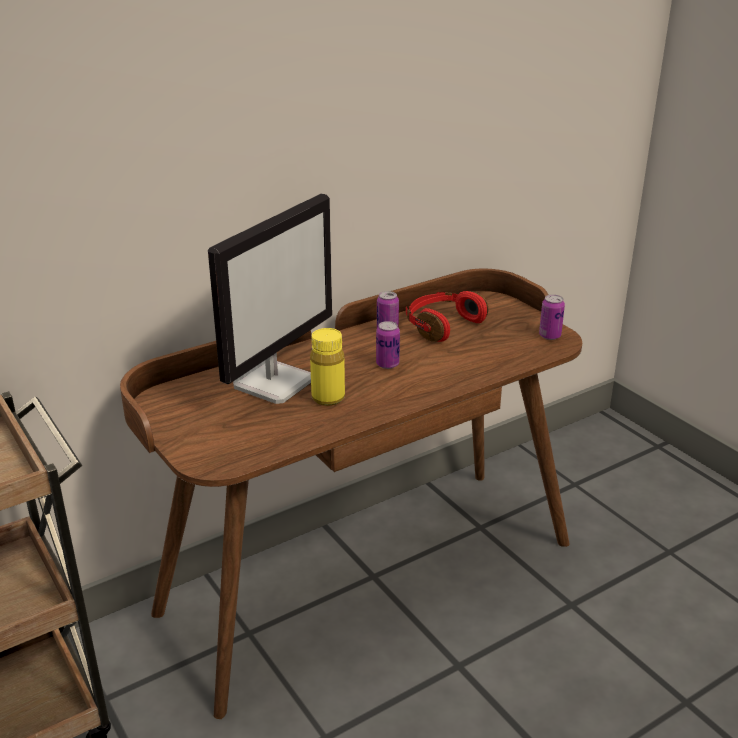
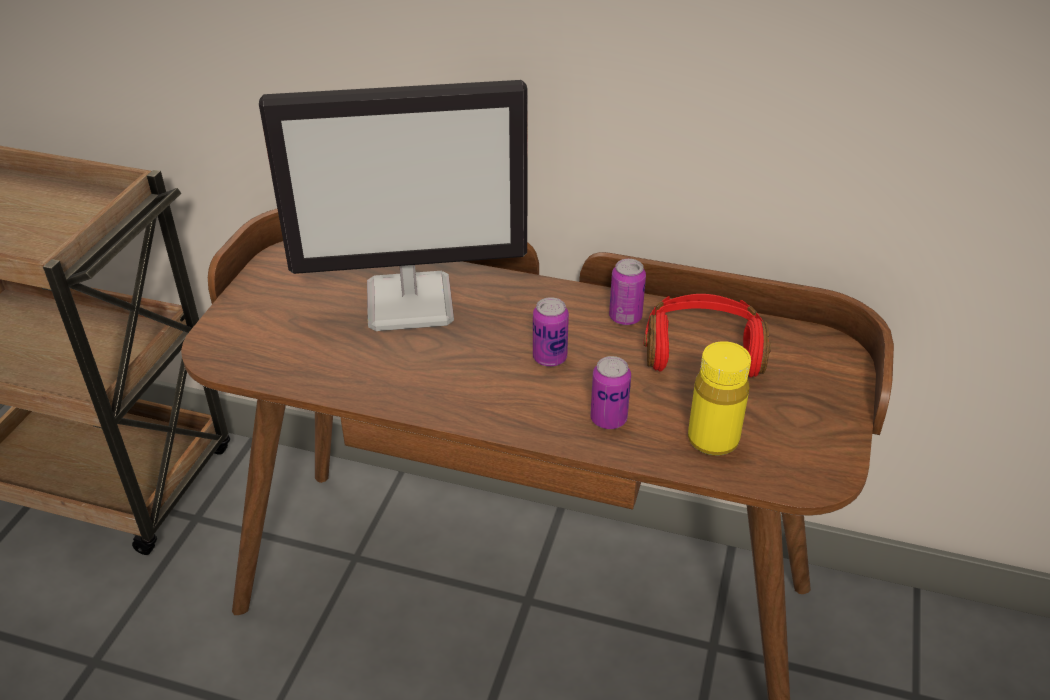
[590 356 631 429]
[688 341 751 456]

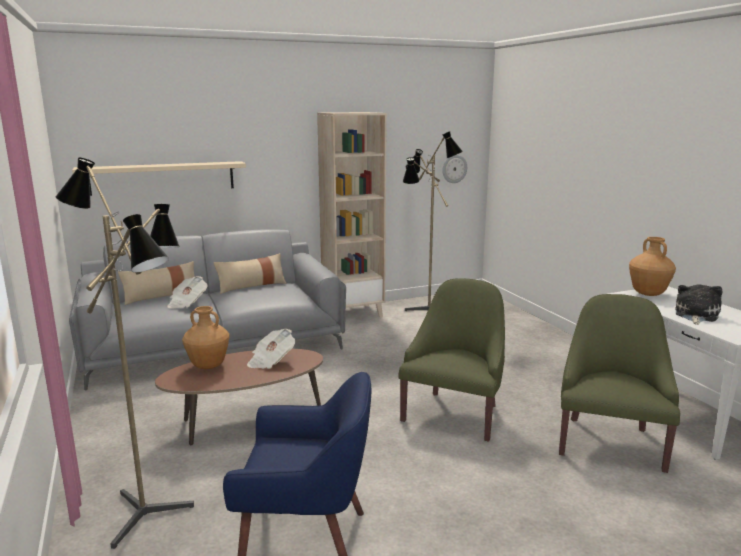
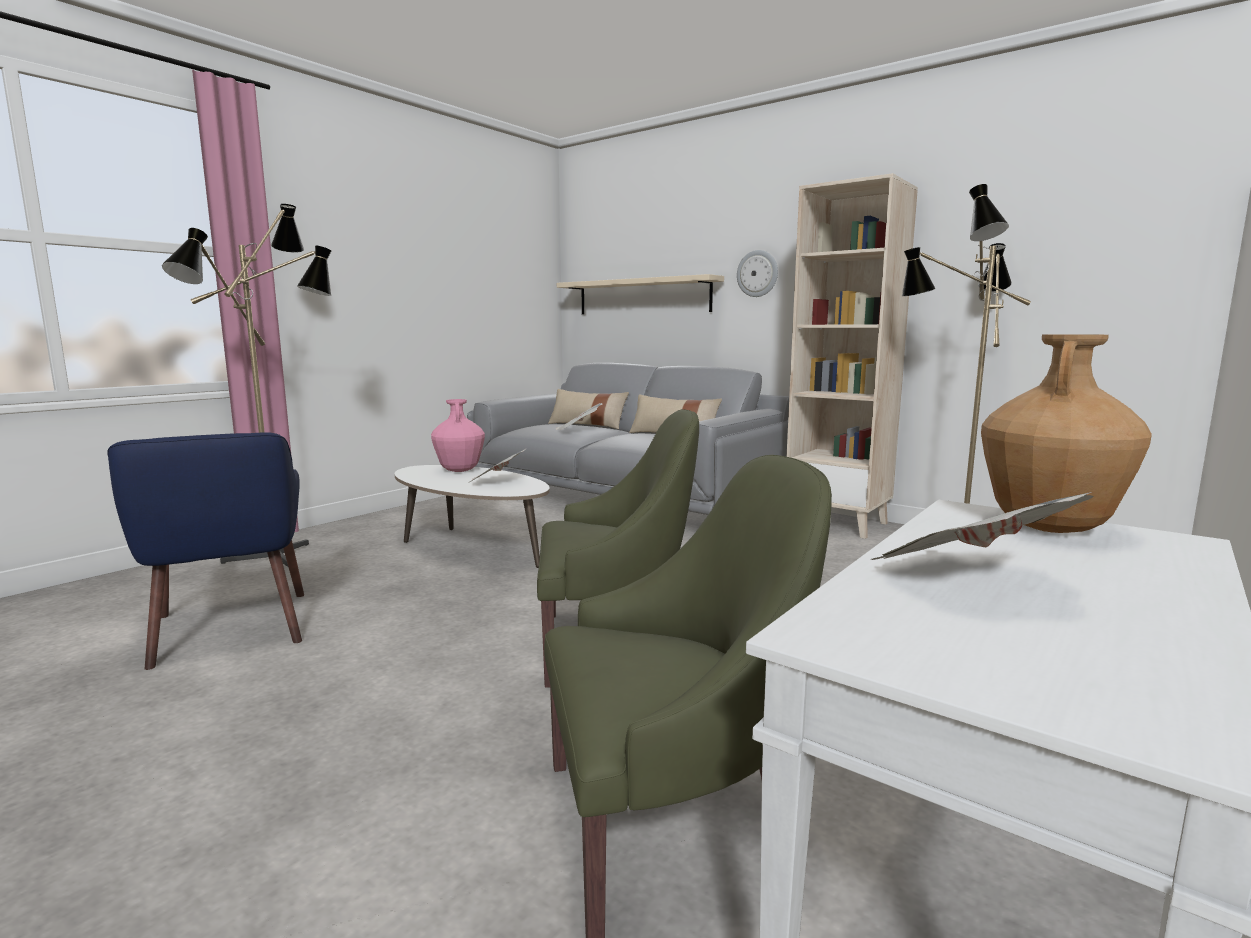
[737 250 778 297]
[870 492 1094 560]
[431 399 485 472]
[395 465 550 568]

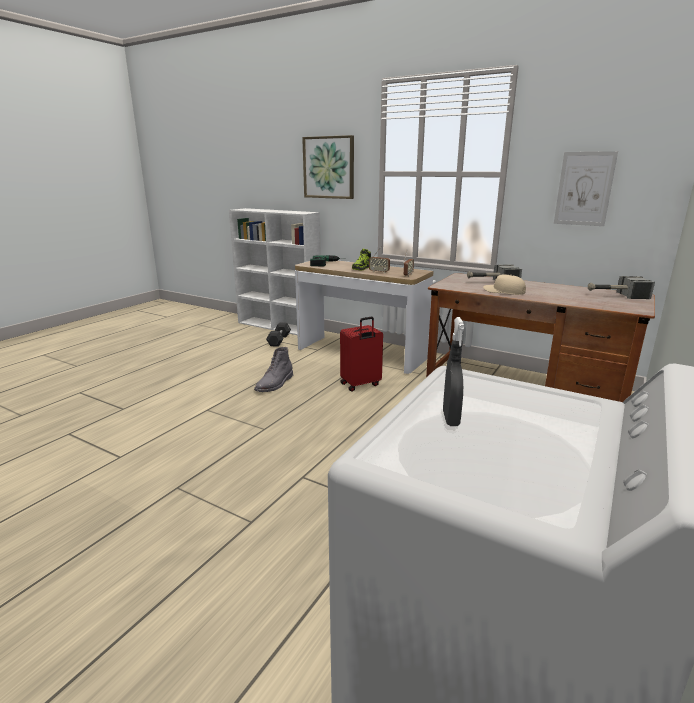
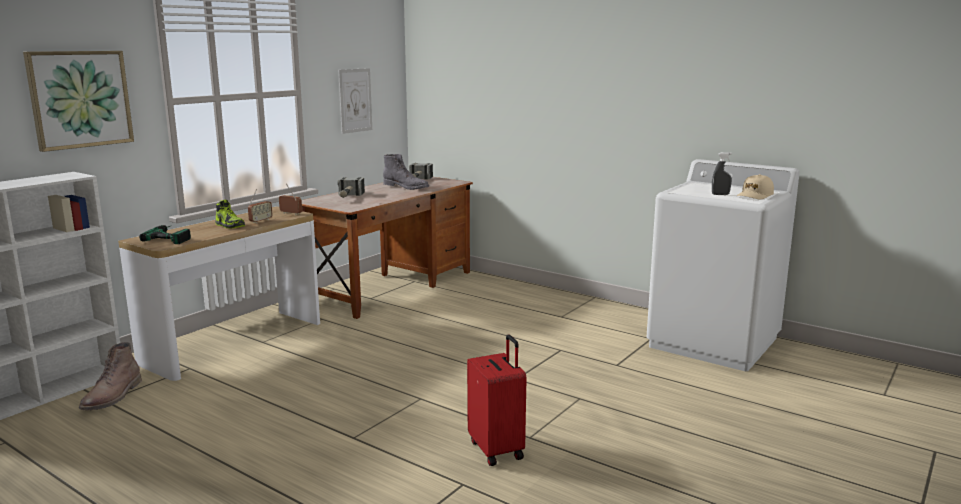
[737 174 774 199]
[467 335 527 466]
[79 342 142 411]
[383 154 429 190]

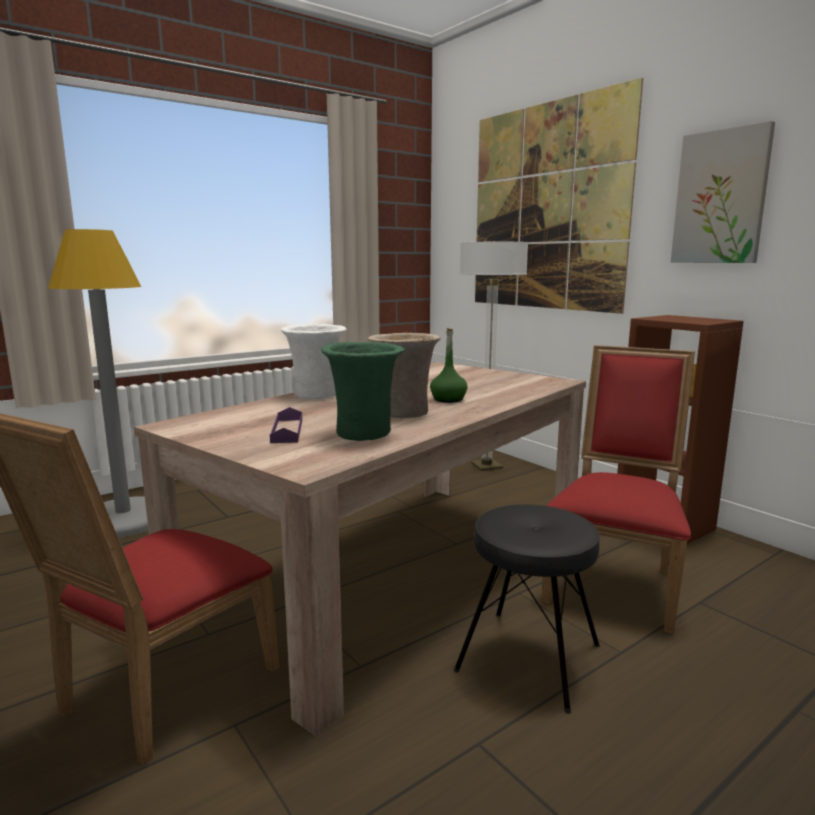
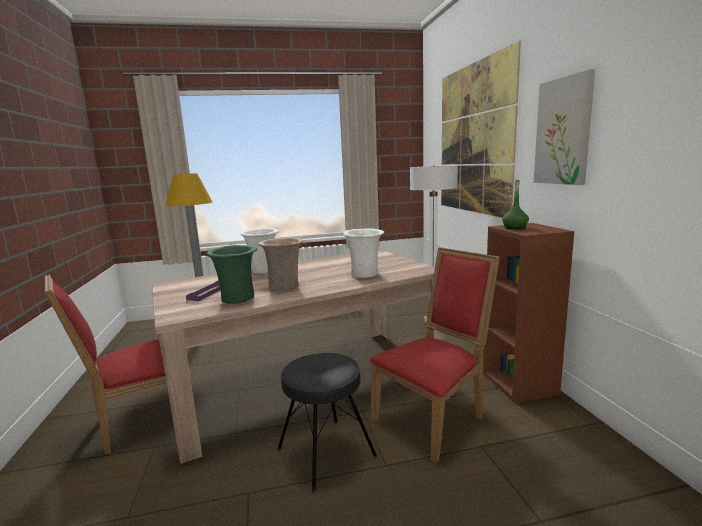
[502 180 529 229]
[343 229 384 278]

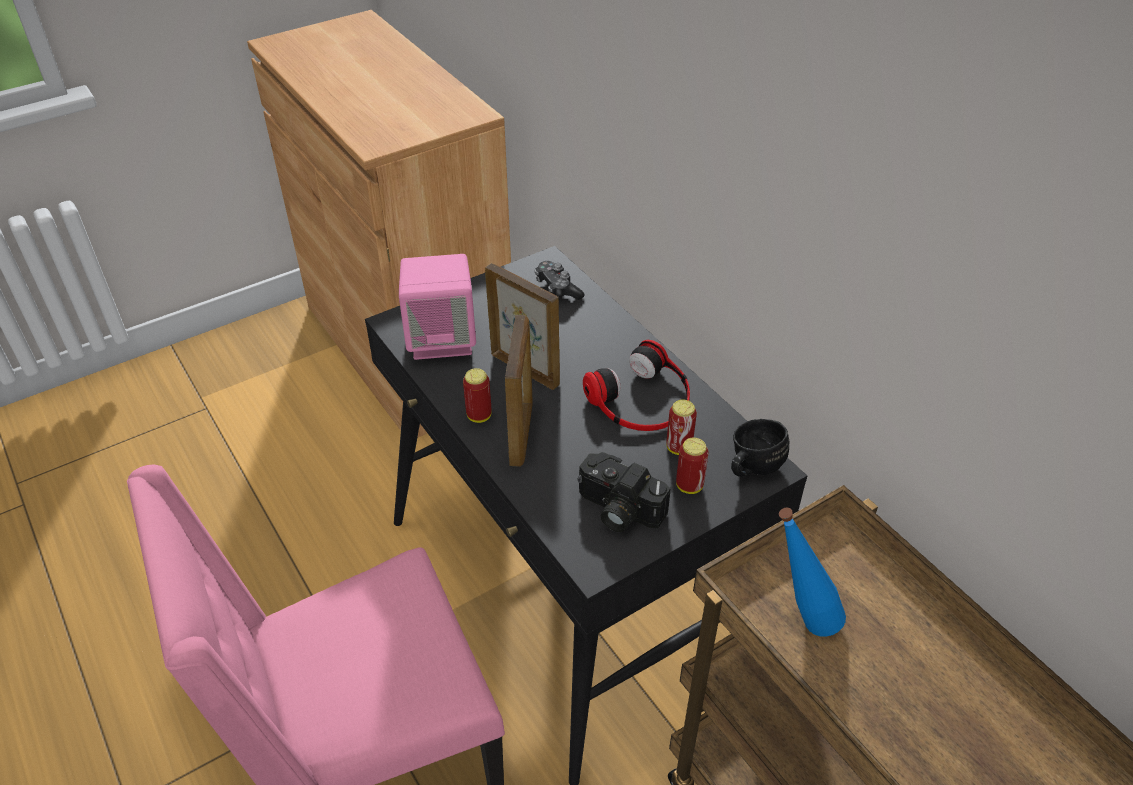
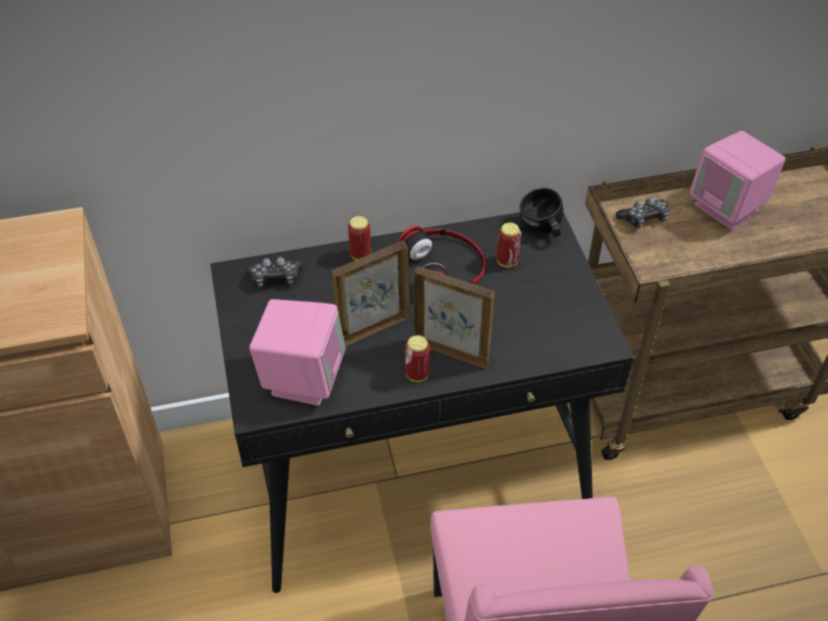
[348 216 371 260]
[577 452 671 532] (first image)
[779 508 846 637] (first image)
[689 131 785 230]
[616 197 669 229]

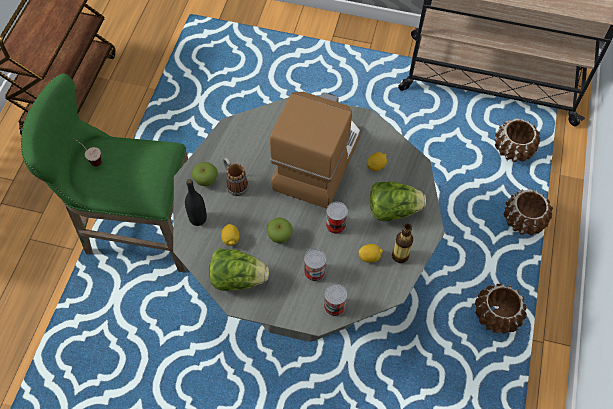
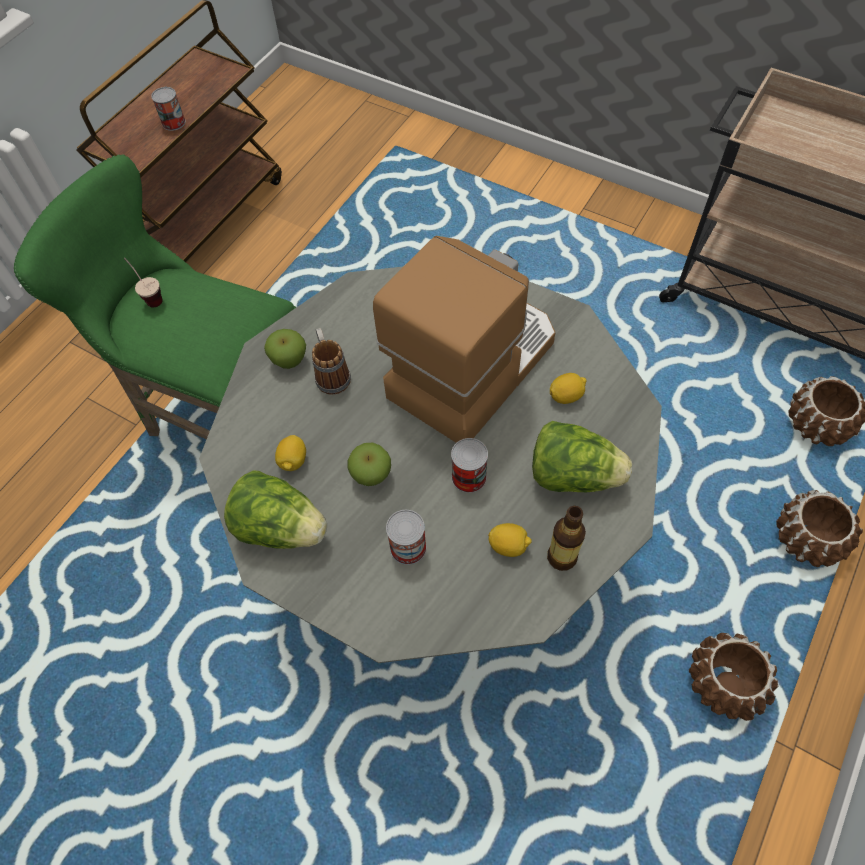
[185 179 207 226] (first image)
[151 87 186 131]

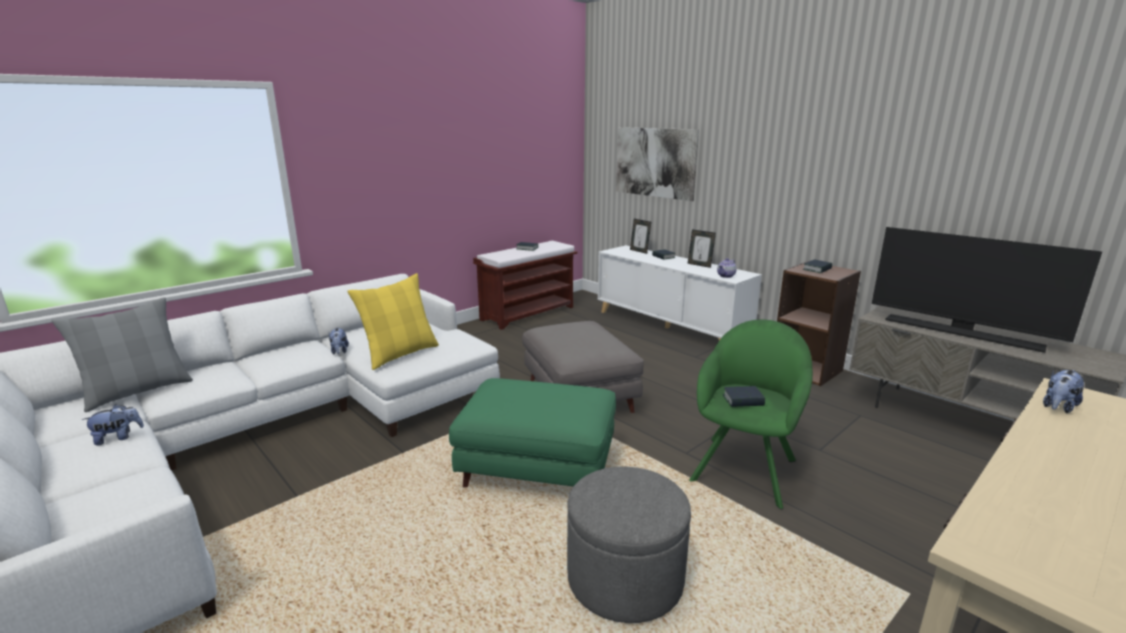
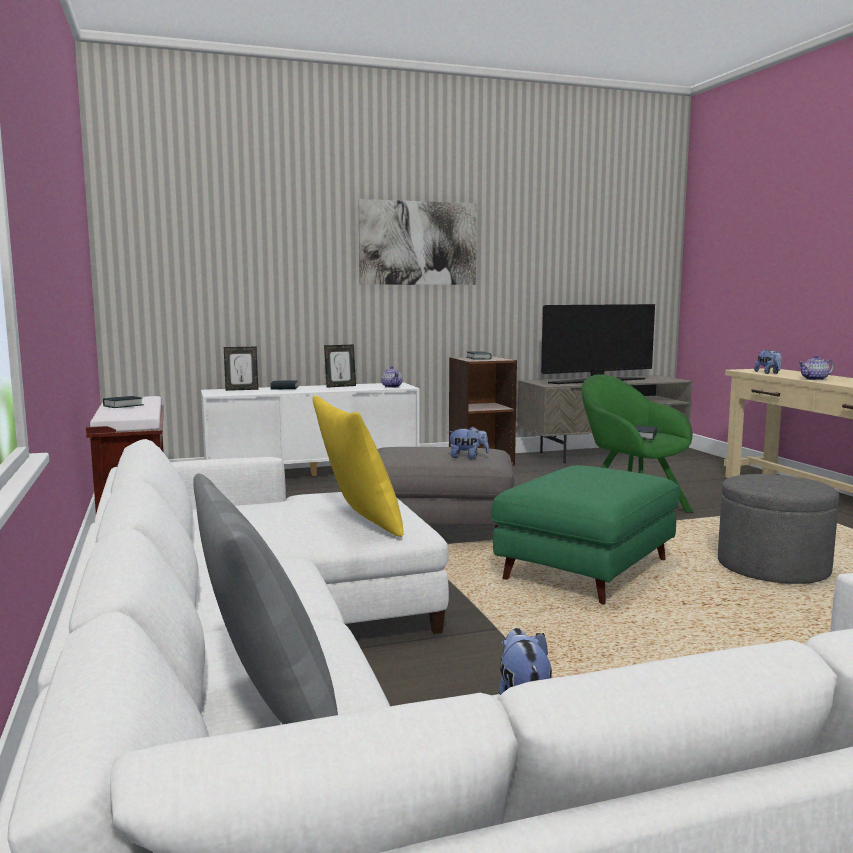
[358 199 477 285]
[448 426 489 459]
[798 355 834 380]

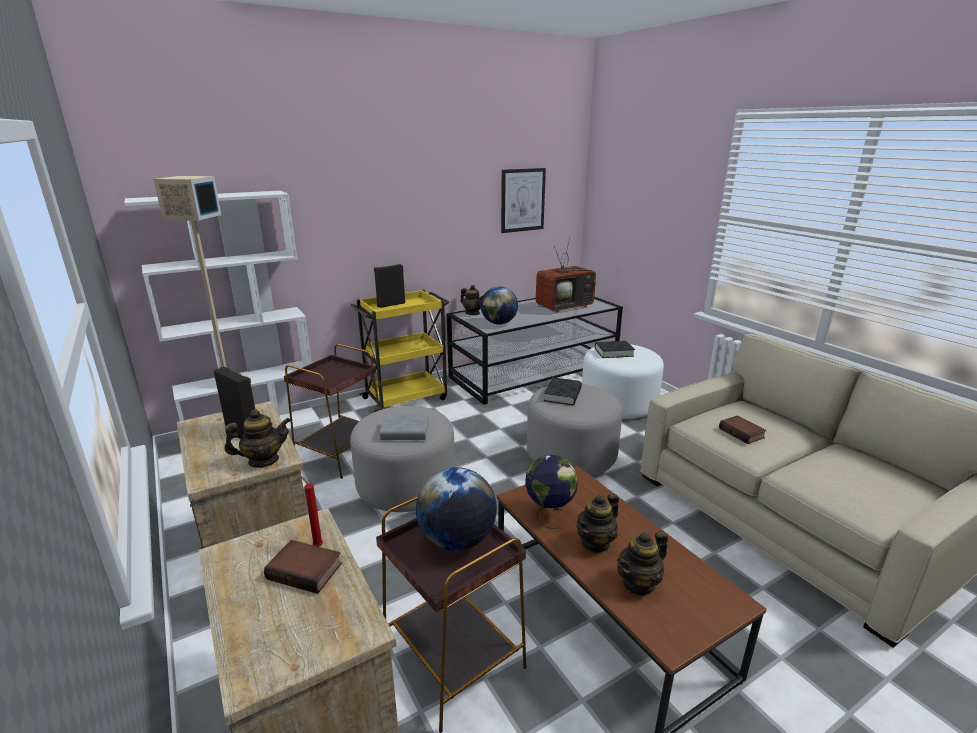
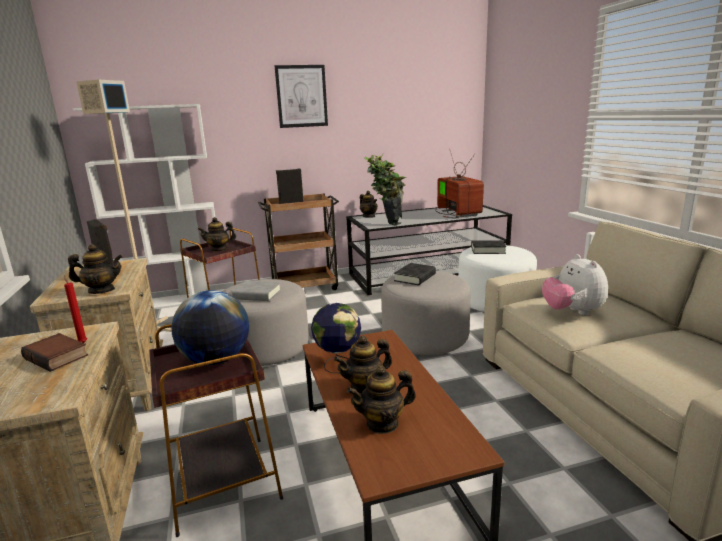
[275 65 328 128]
[435 151 484 218]
[364 154 406 226]
[258 193 339 290]
[542 254 608 315]
[198 217 236 252]

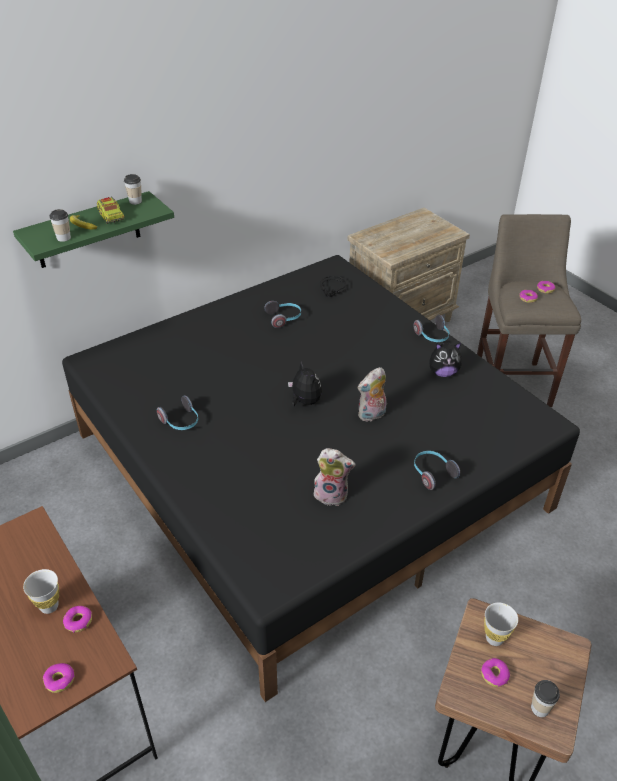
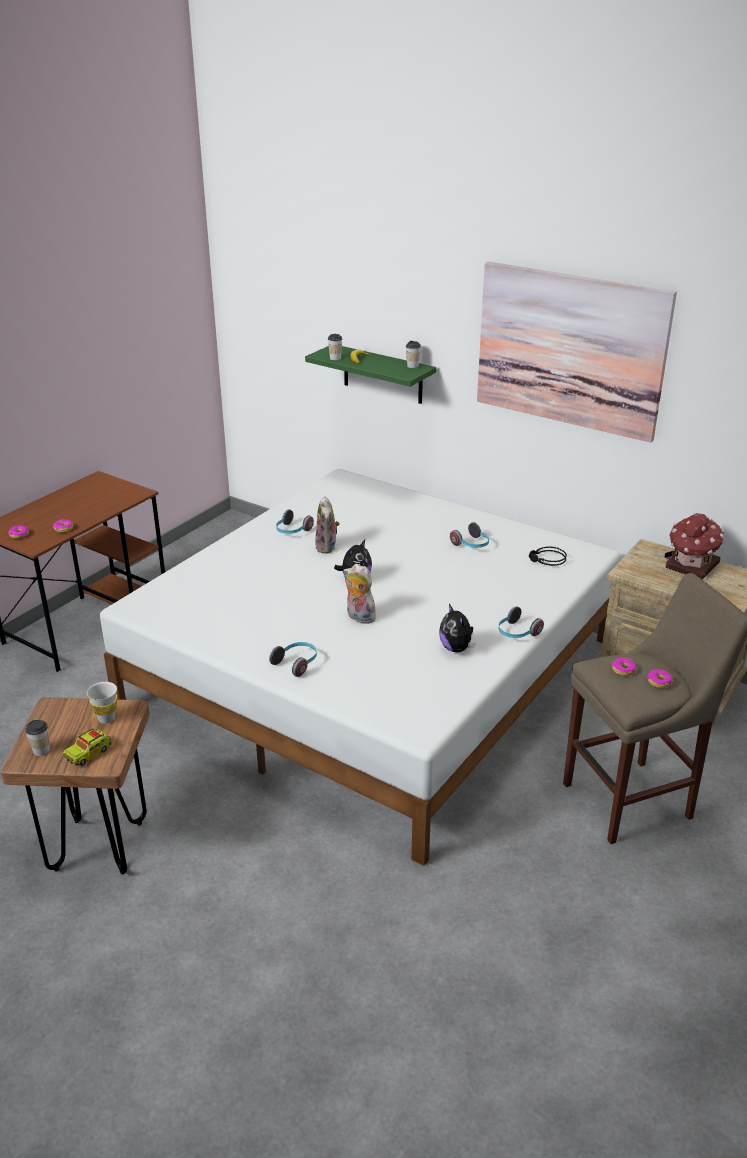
[62 729 112 766]
[100 469 621 866]
[315 496 339 554]
[23 569 59 614] (first image)
[481 658 510 687] (first image)
[477 261 677 443]
[664 513 724 580]

